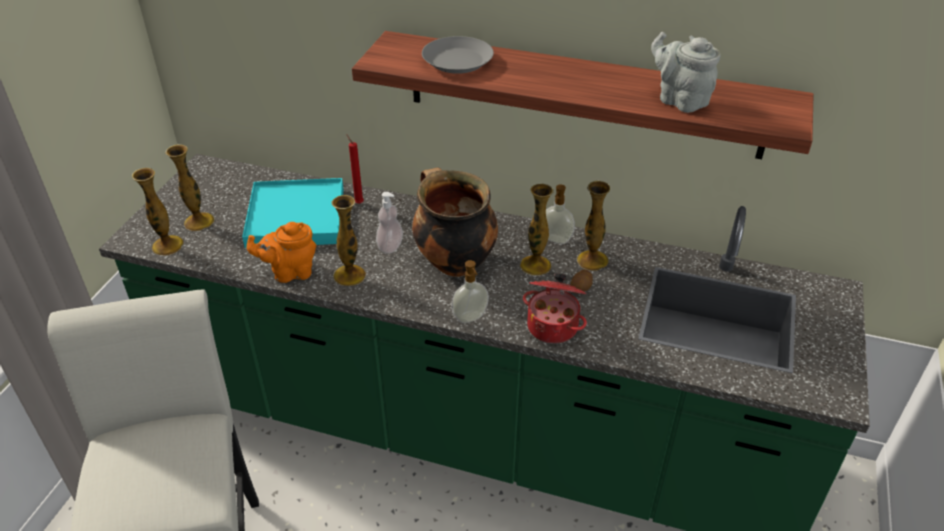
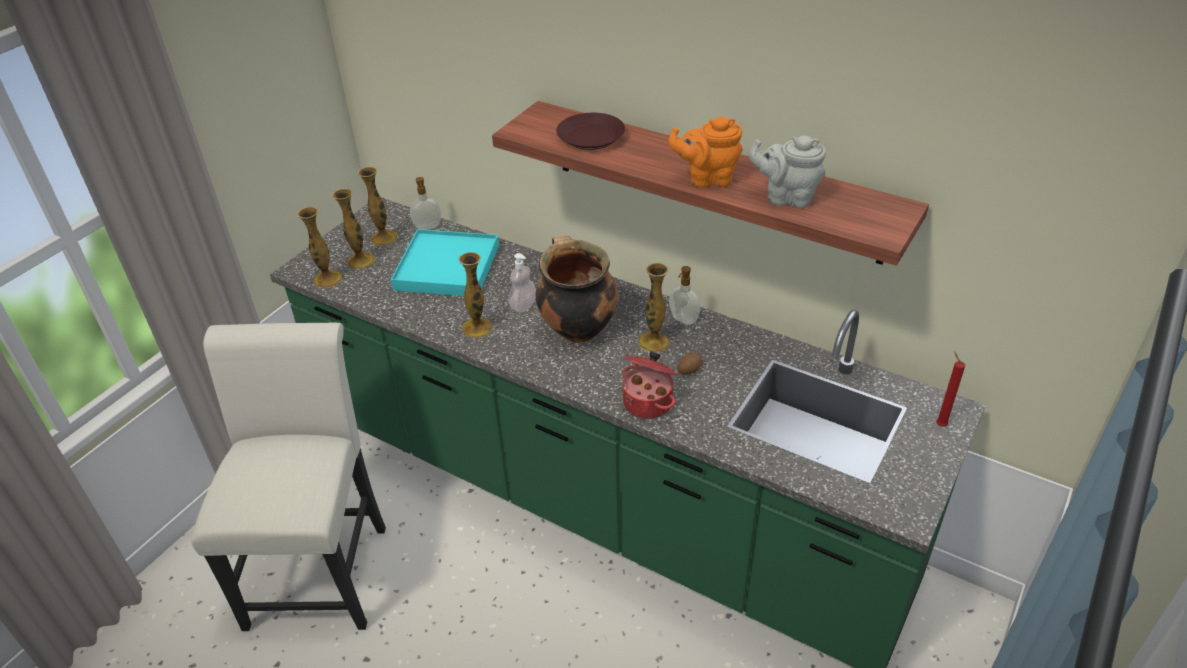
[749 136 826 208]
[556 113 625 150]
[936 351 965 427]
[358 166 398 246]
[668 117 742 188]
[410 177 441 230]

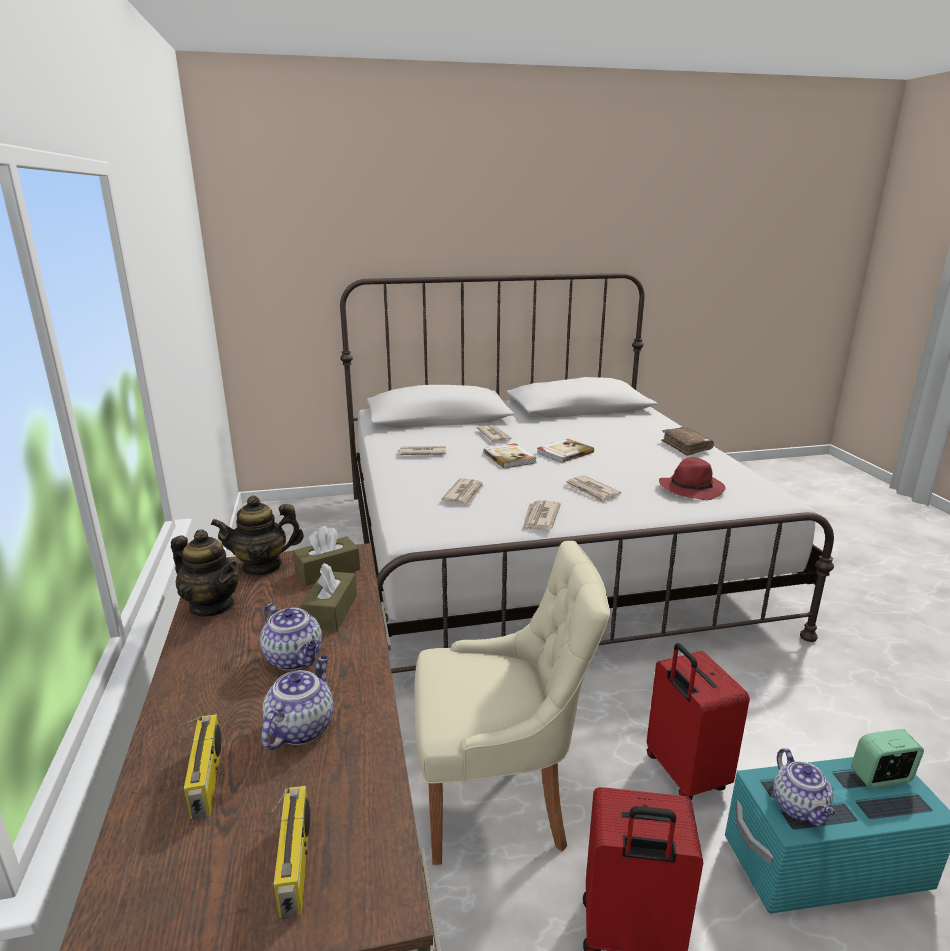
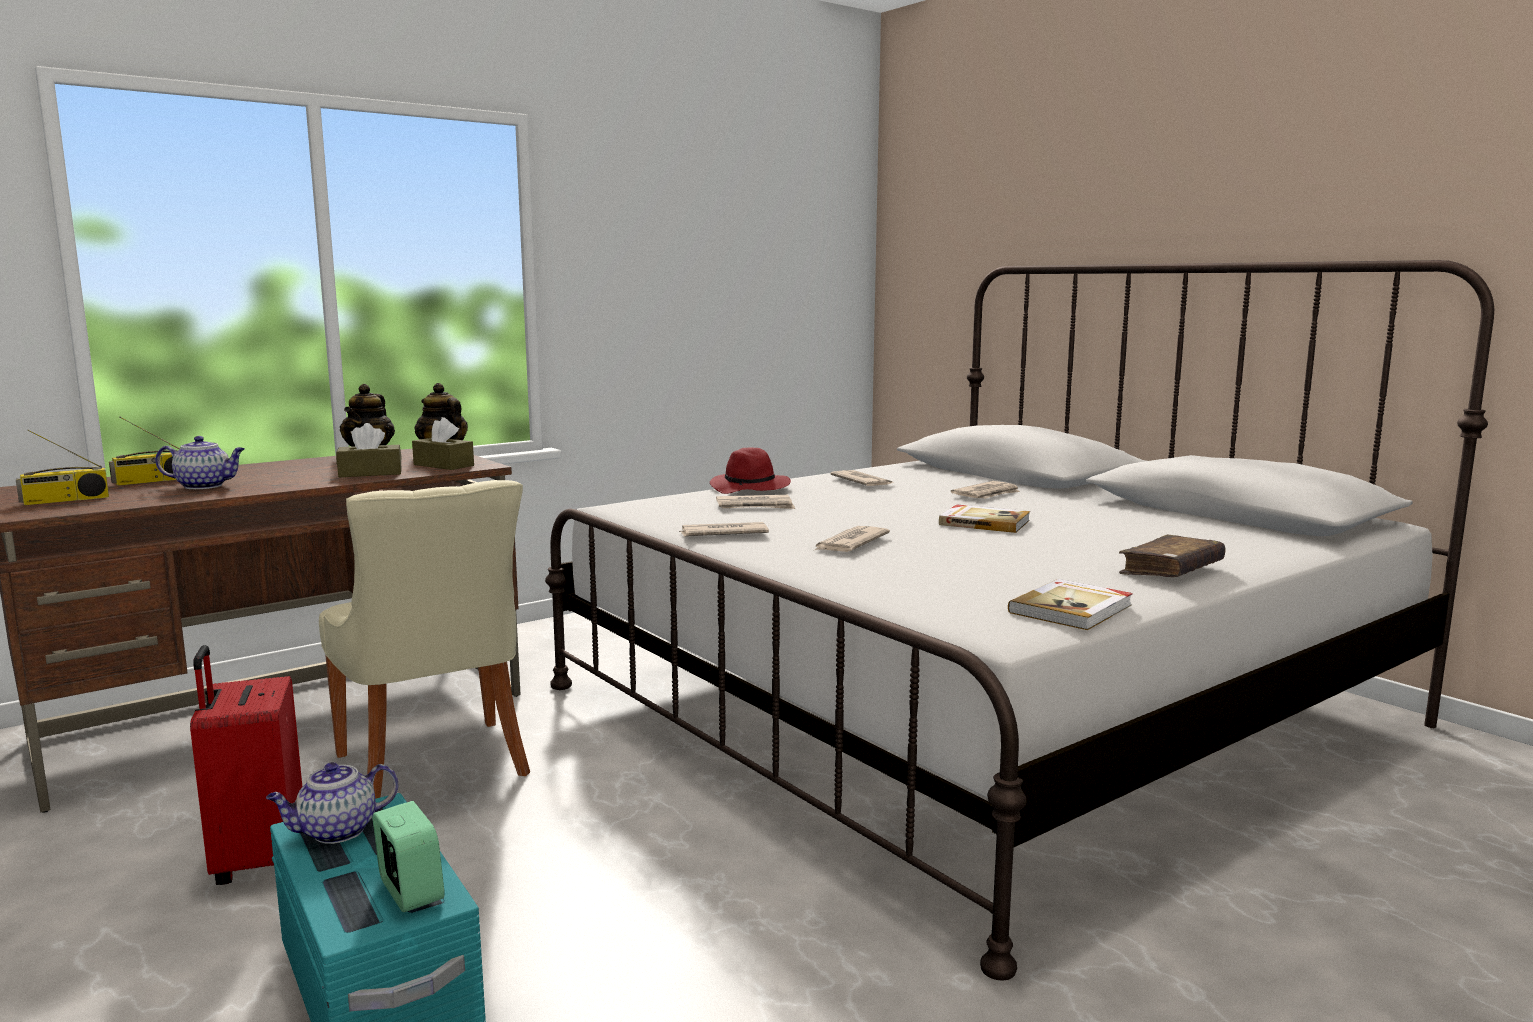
[1008 579 1133 630]
[710 448 791 494]
[260 603 322 670] (first image)
[647 643 750 800] (first image)

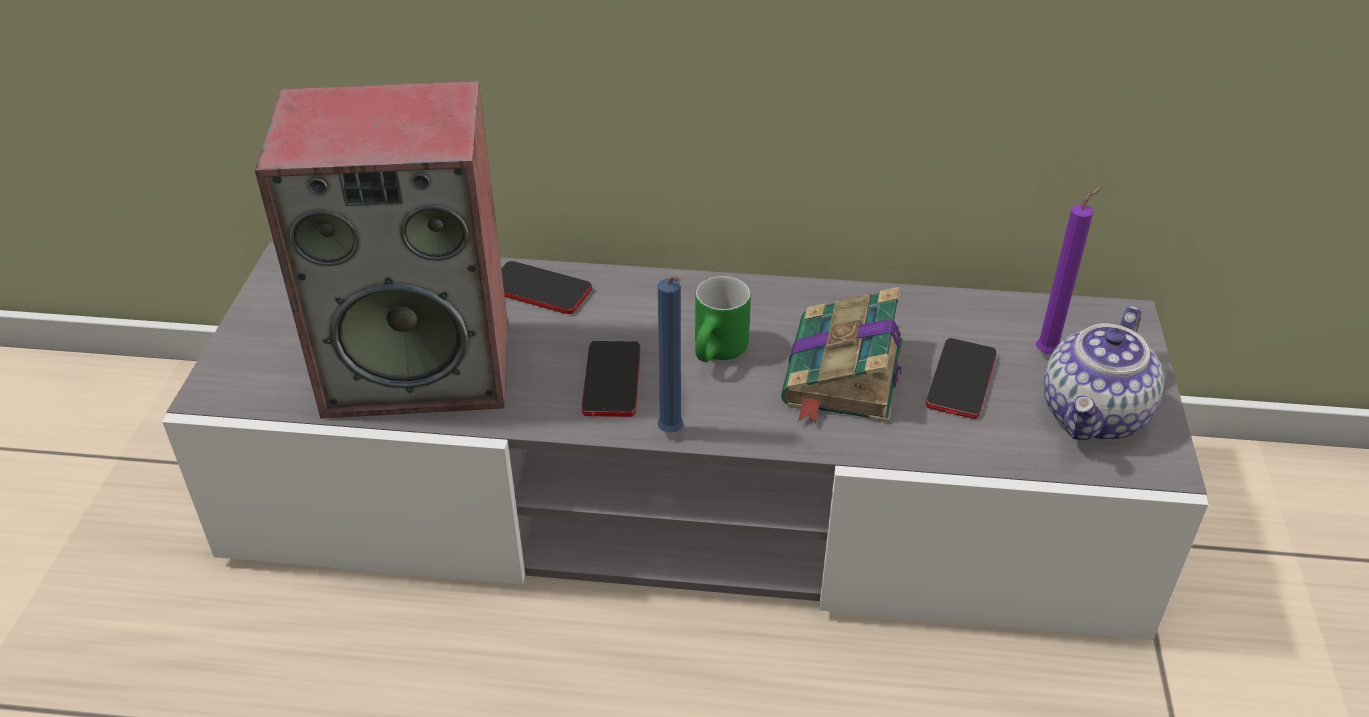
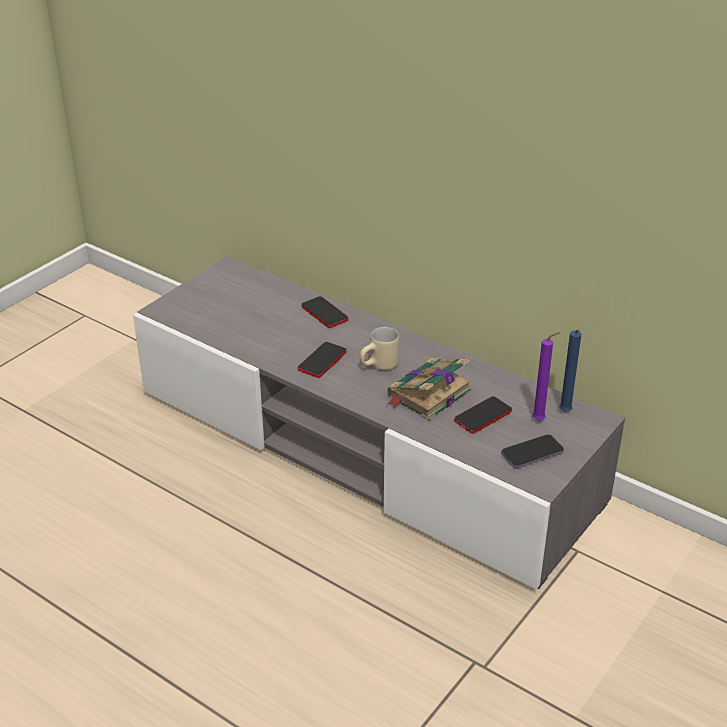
[255 81 508 419] (first image)
[559 329 581 412]
[360 327 399 370]
[501 434 564 468]

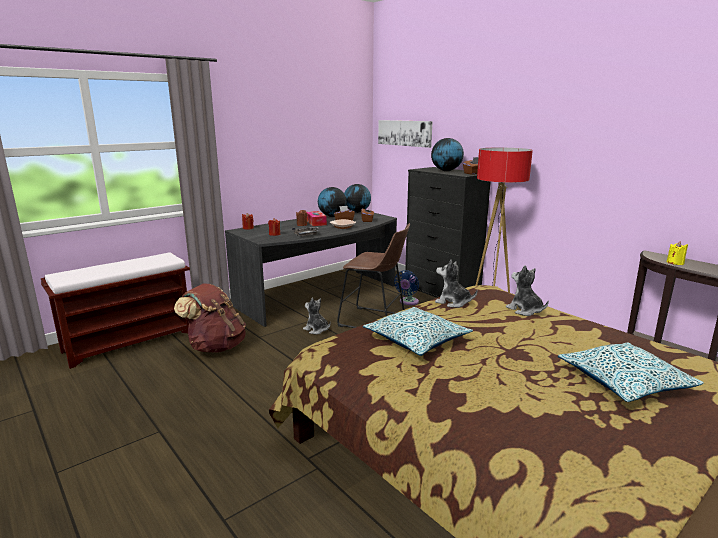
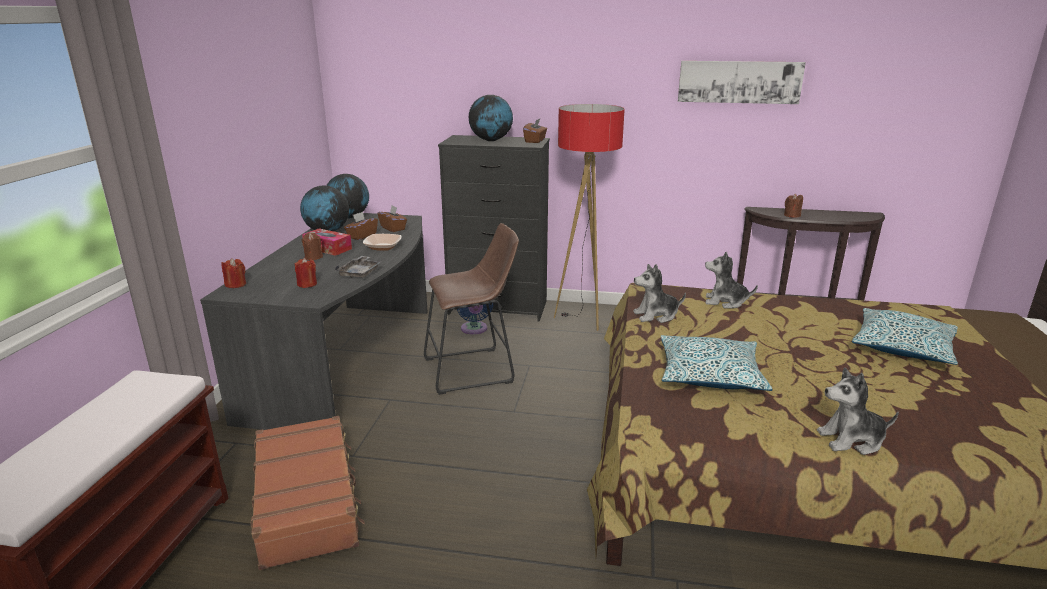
[678 61 806 104]
[784 193 803 217]
[251 416 365 570]
[817 368 899 455]

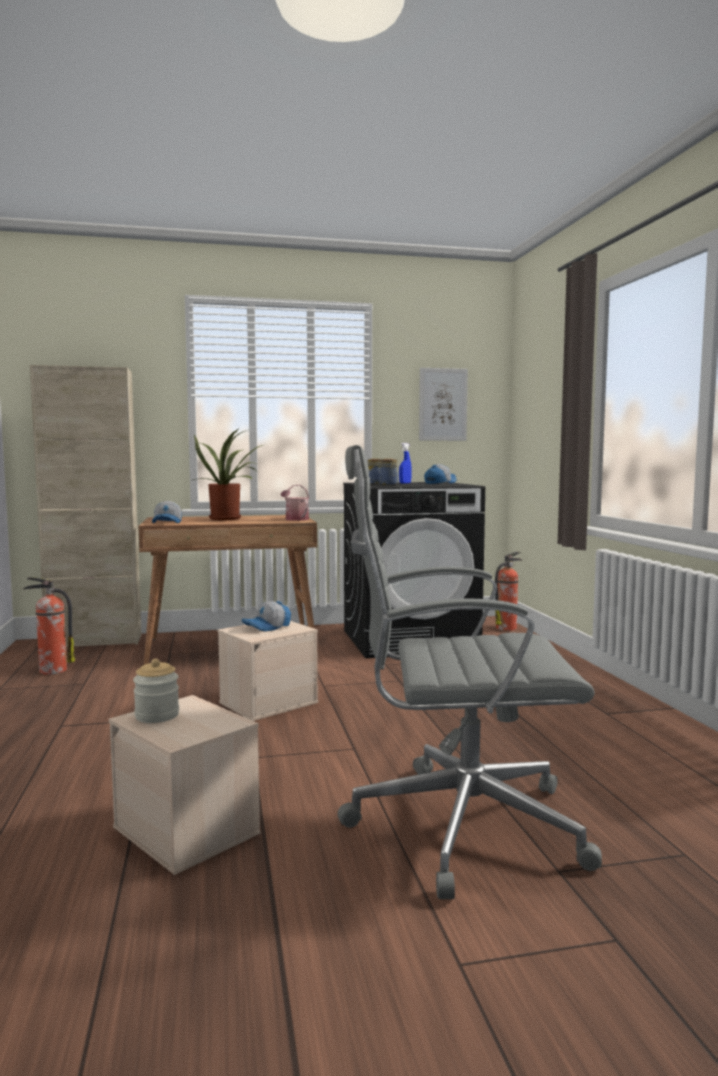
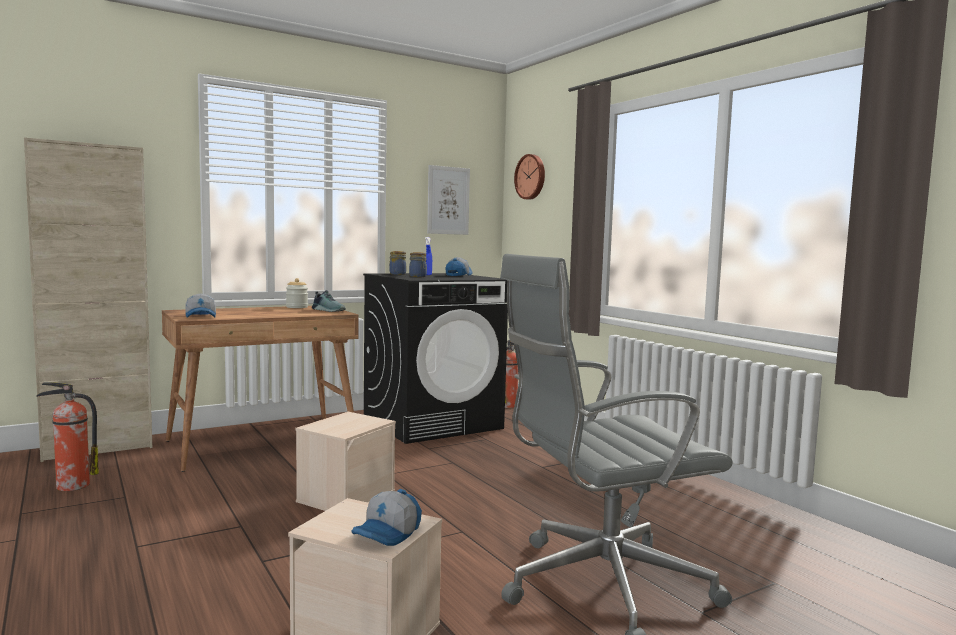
[193 429 263 520] (first image)
[312 290 346 312]
[352 489 422 546]
[286 278 308 308]
[514 154 545 200]

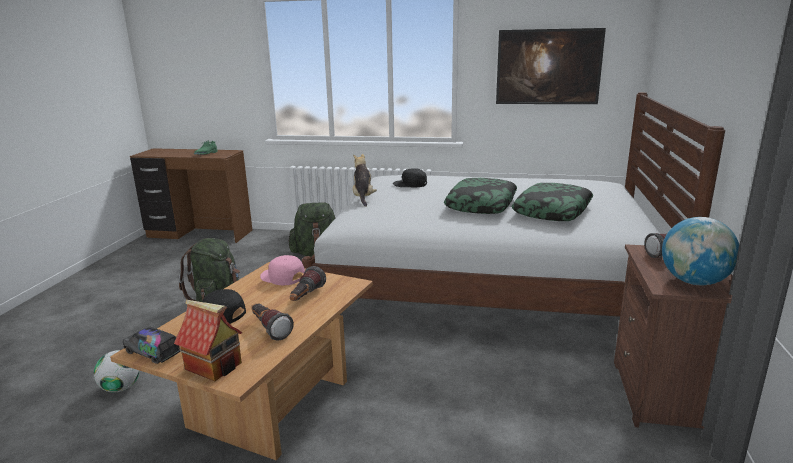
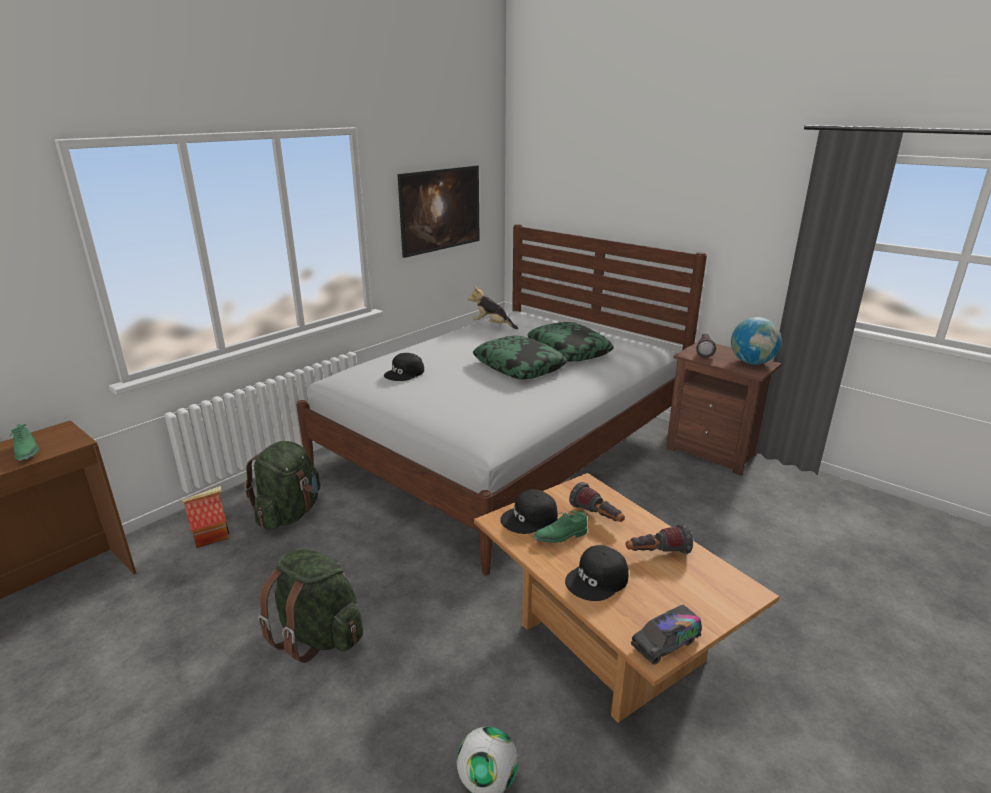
[468 286 518 329]
[500 489 558 534]
[182 486 229 548]
[533 510 587 543]

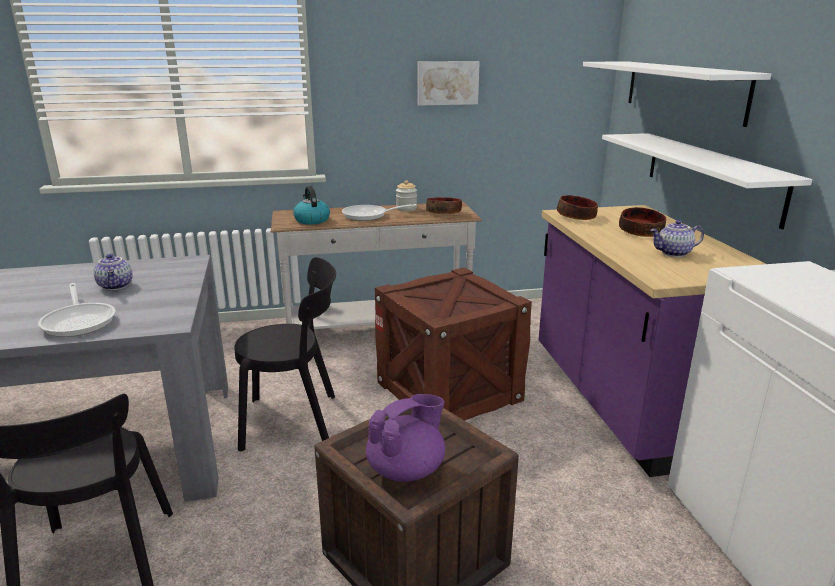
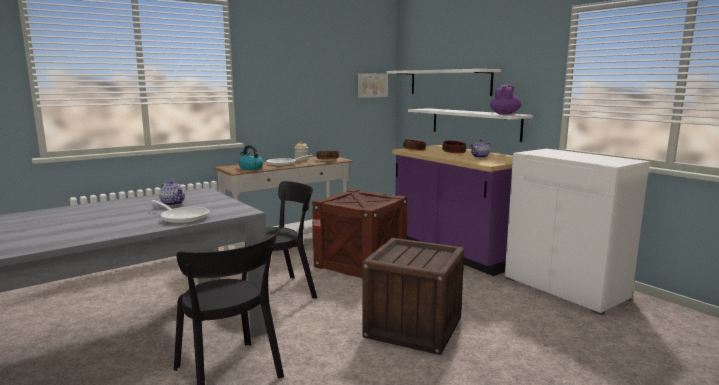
[358 73 388 98]
[490 85 521 115]

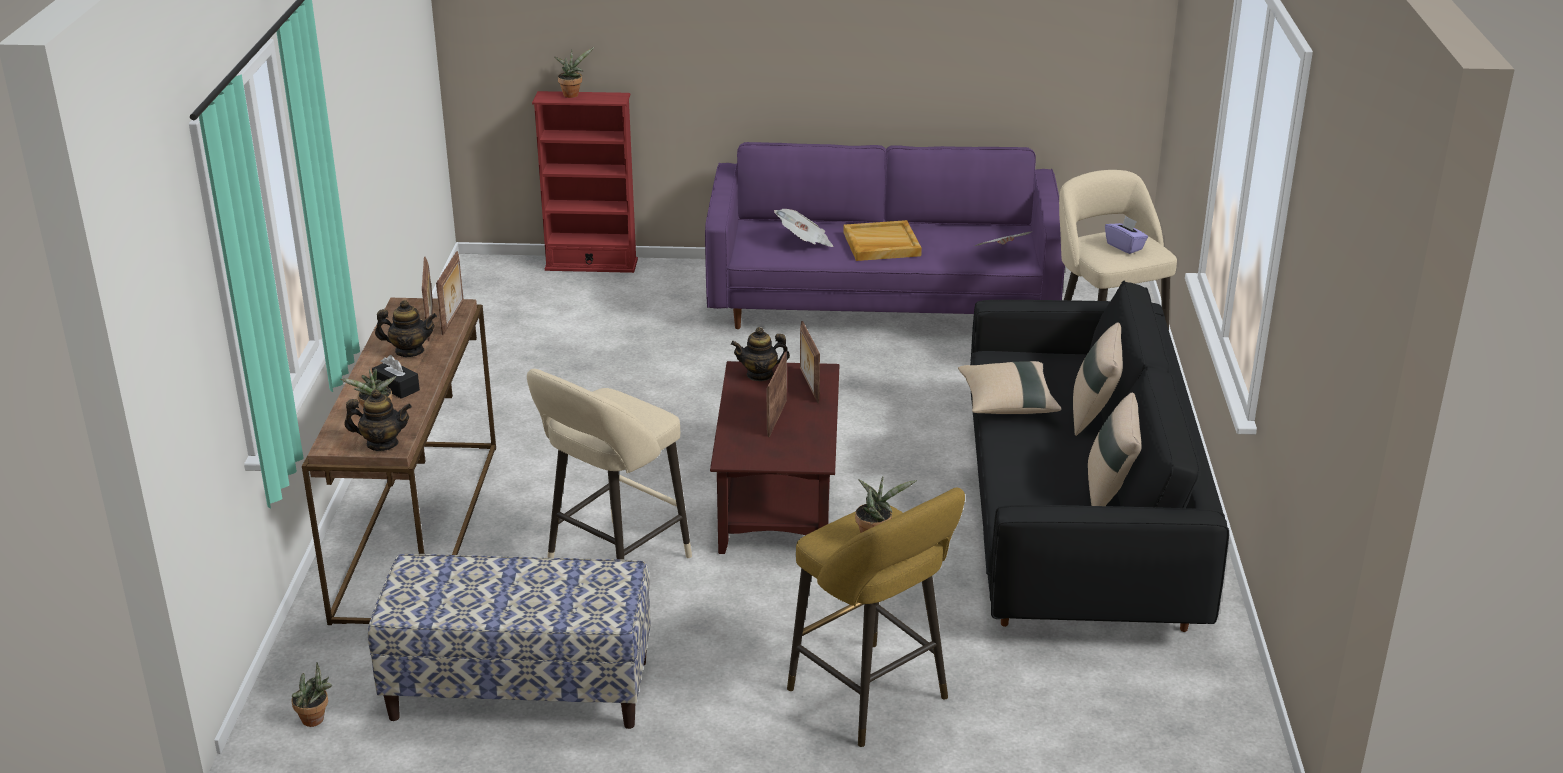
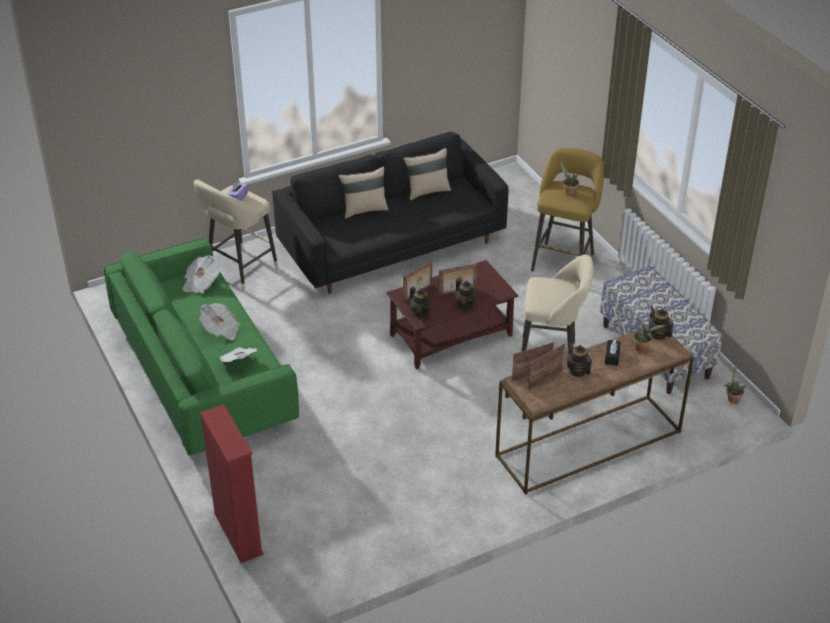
[554 47 594 98] (first image)
[104 238 299 456]
[199 303 240 340]
[958 361 1061 414] (first image)
[455 278 477 309]

